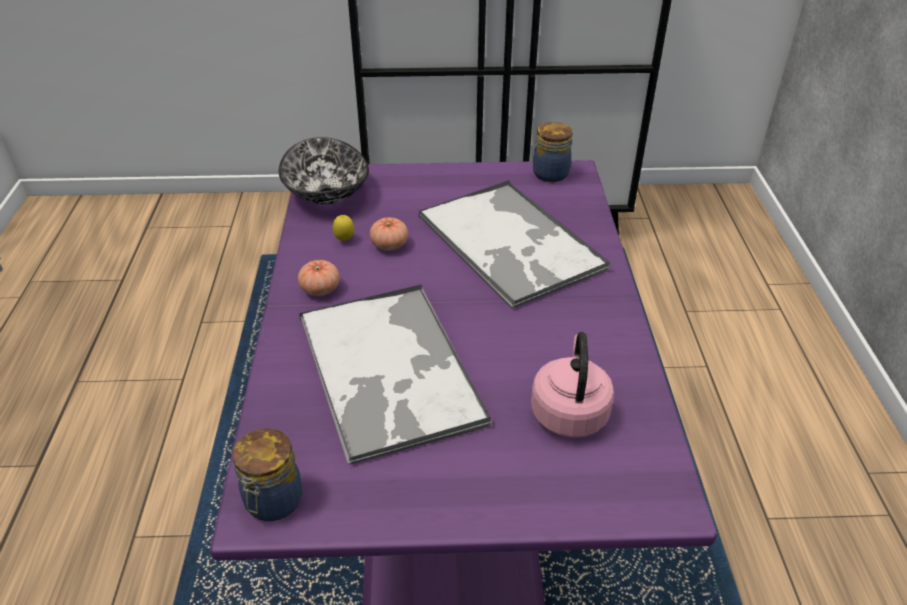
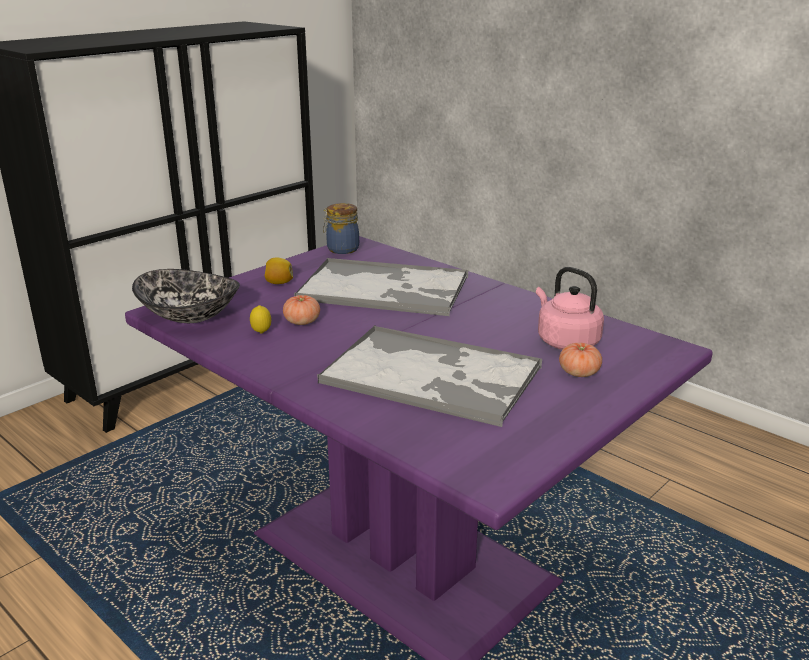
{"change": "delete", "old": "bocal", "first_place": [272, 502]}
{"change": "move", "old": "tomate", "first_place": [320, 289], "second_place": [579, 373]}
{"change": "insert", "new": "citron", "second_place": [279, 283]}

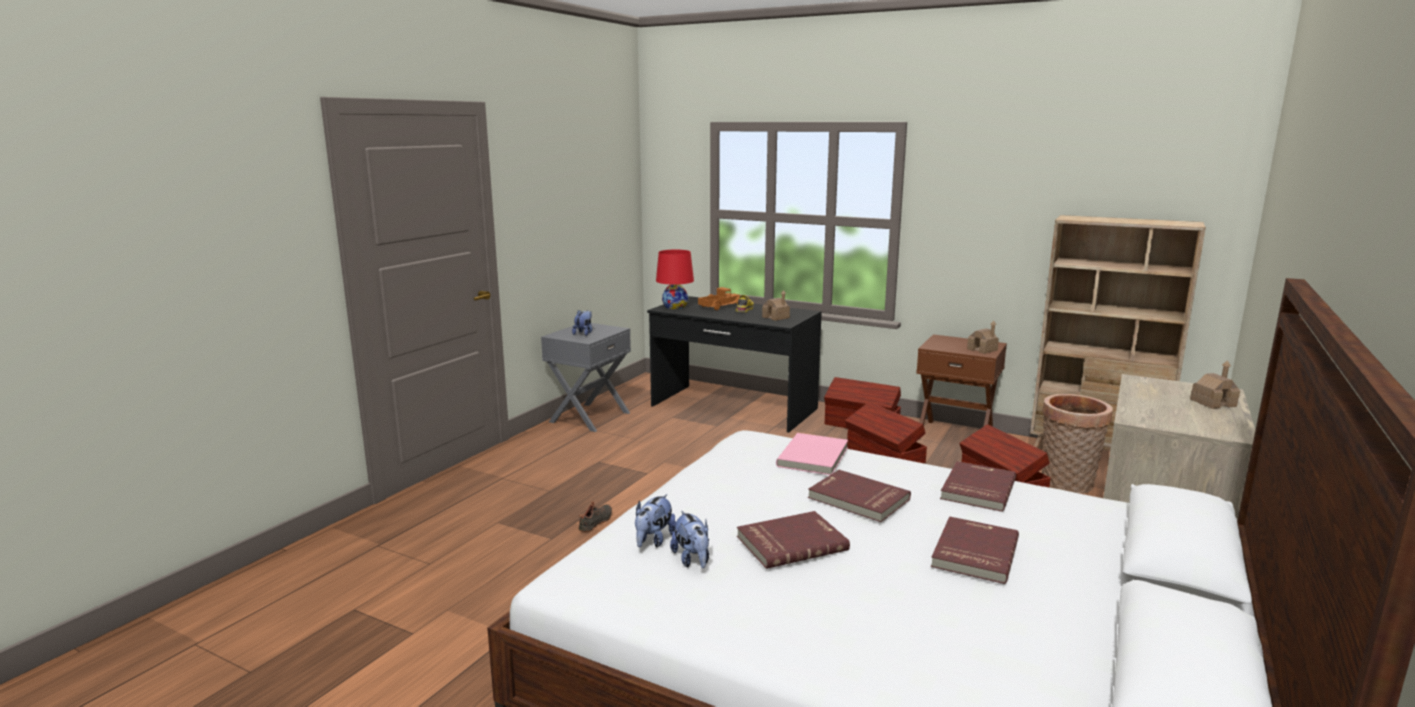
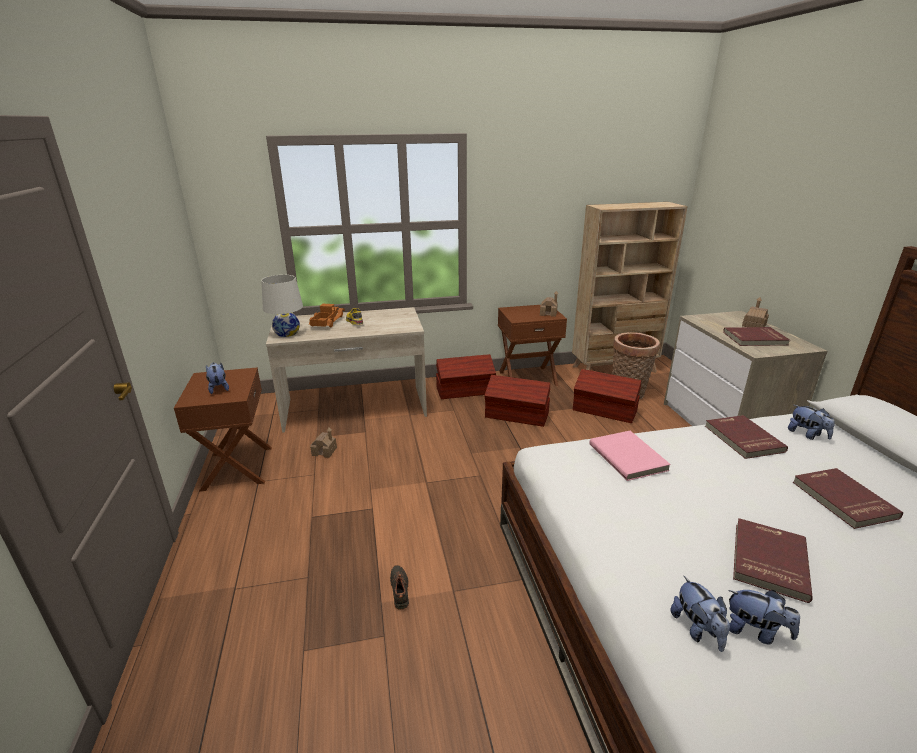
{"change": "recolor", "old": "table de chevet (gris)", "new": "table de chevet (marron)", "first_place": [589, 417], "second_place": [236, 468]}
{"change": "recolor", "old": "bureau (noir)", "new": "bureau (beige)", "first_place": [733, 407], "second_place": [355, 408]}
{"change": "recolor", "old": "lampe de table (rouge)", "new": "lampe de table (blanc)", "first_place": [675, 307], "second_place": [287, 333]}
{"change": "move", "old": "maison miniature", "first_place": [776, 317], "second_place": [324, 451]}
{"change": "move", "old": "livre (rouge)", "first_place": [857, 499], "second_place": [755, 339]}
{"change": "insert", "new": "peluche", "second_place": [807, 434]}

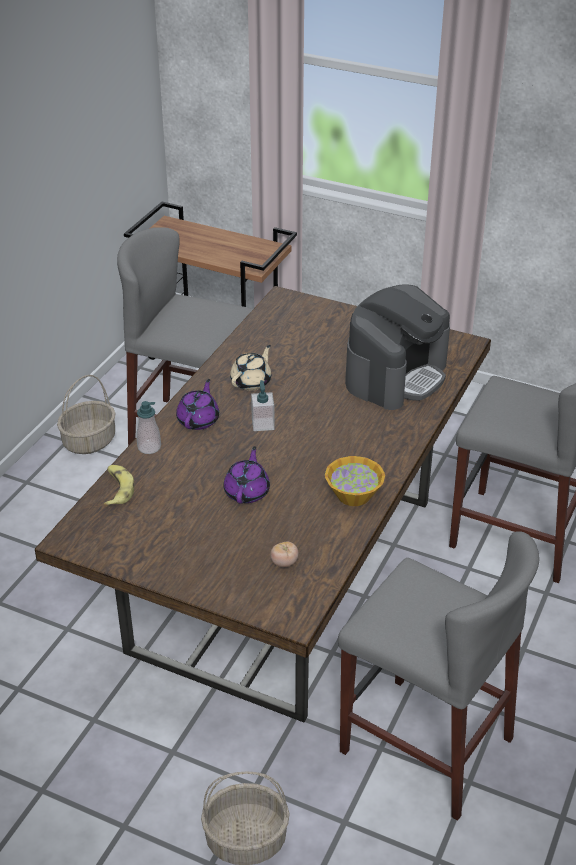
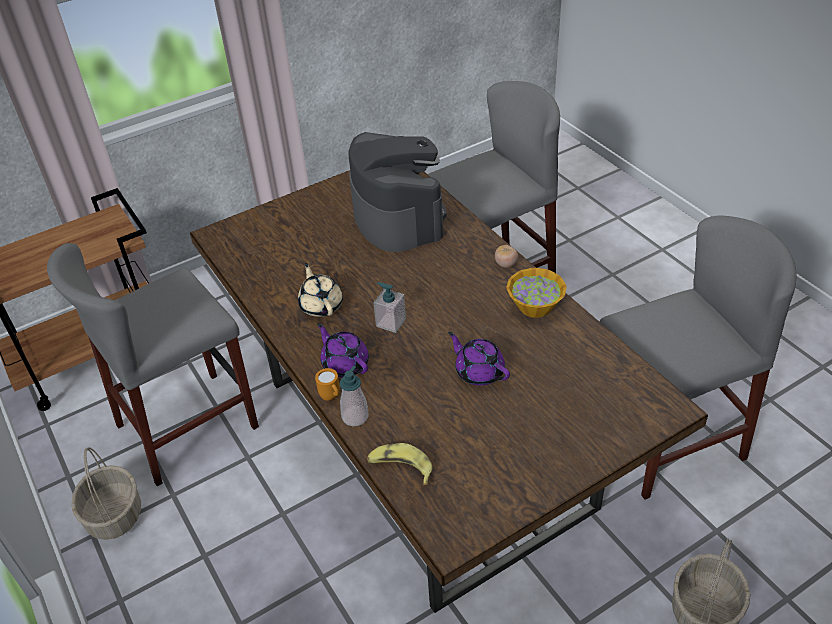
{"change": "move", "old": "tomate", "first_place": [284, 563], "second_place": [506, 264]}
{"change": "insert", "new": "mug (orange)", "second_place": [331, 397]}

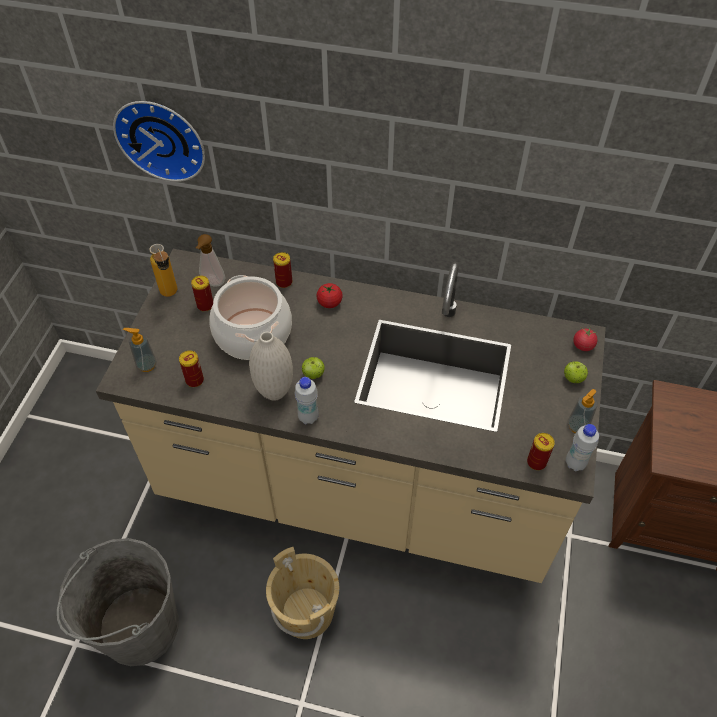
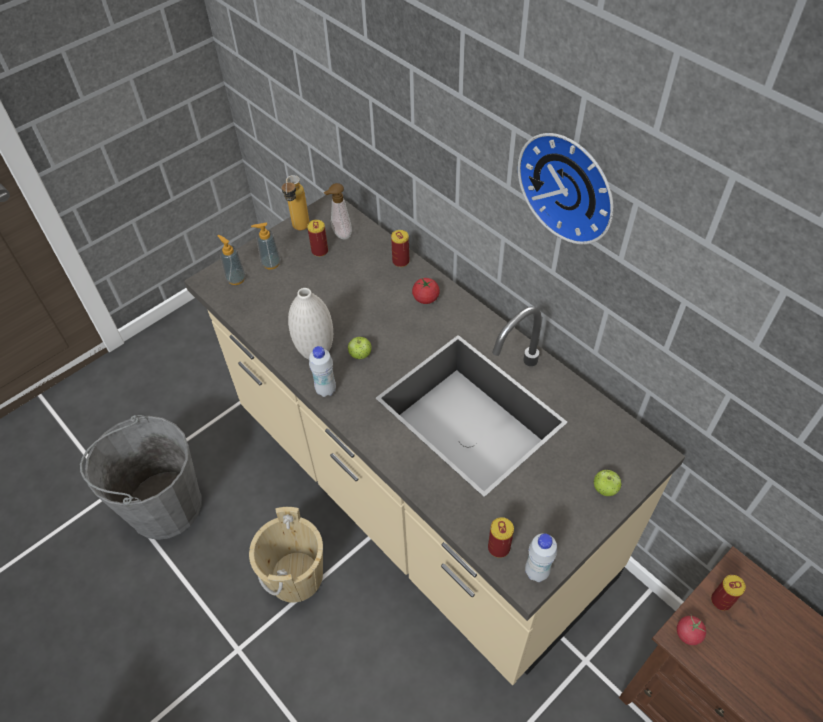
{"change": "move", "old": "horloge murale", "first_place": [162, 137], "second_place": [570, 185]}
{"change": "move", "old": "boîte métallique", "first_place": [194, 380], "second_place": [721, 600]}
{"change": "delete", "old": "marmite", "first_place": [253, 334]}
{"change": "move", "old": "distributeur de savon", "first_place": [577, 426], "second_place": [271, 263]}
{"change": "move", "old": "tomate", "first_place": [583, 345], "second_place": [688, 634]}

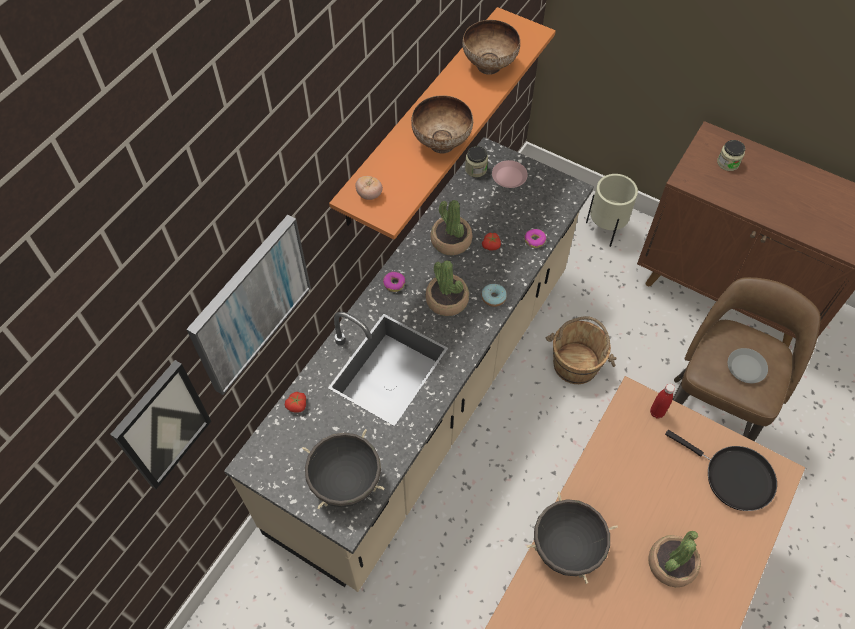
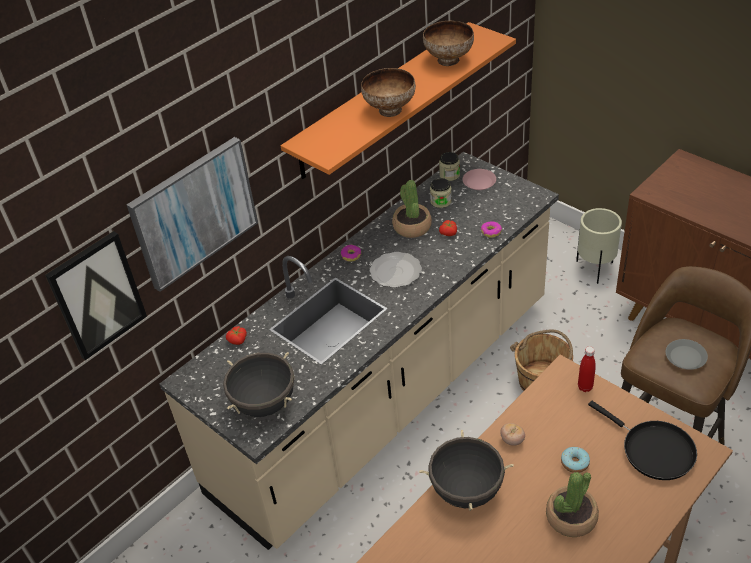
{"change": "move", "old": "tomate", "first_place": [369, 195], "second_place": [512, 440]}
{"change": "replace", "old": "plante en pot", "new": "assiette", "first_place": [447, 300], "second_place": [396, 271]}
{"change": "move", "old": "beignet", "first_place": [493, 298], "second_place": [574, 463]}
{"change": "move", "old": "bocal", "first_place": [728, 163], "second_place": [441, 201]}

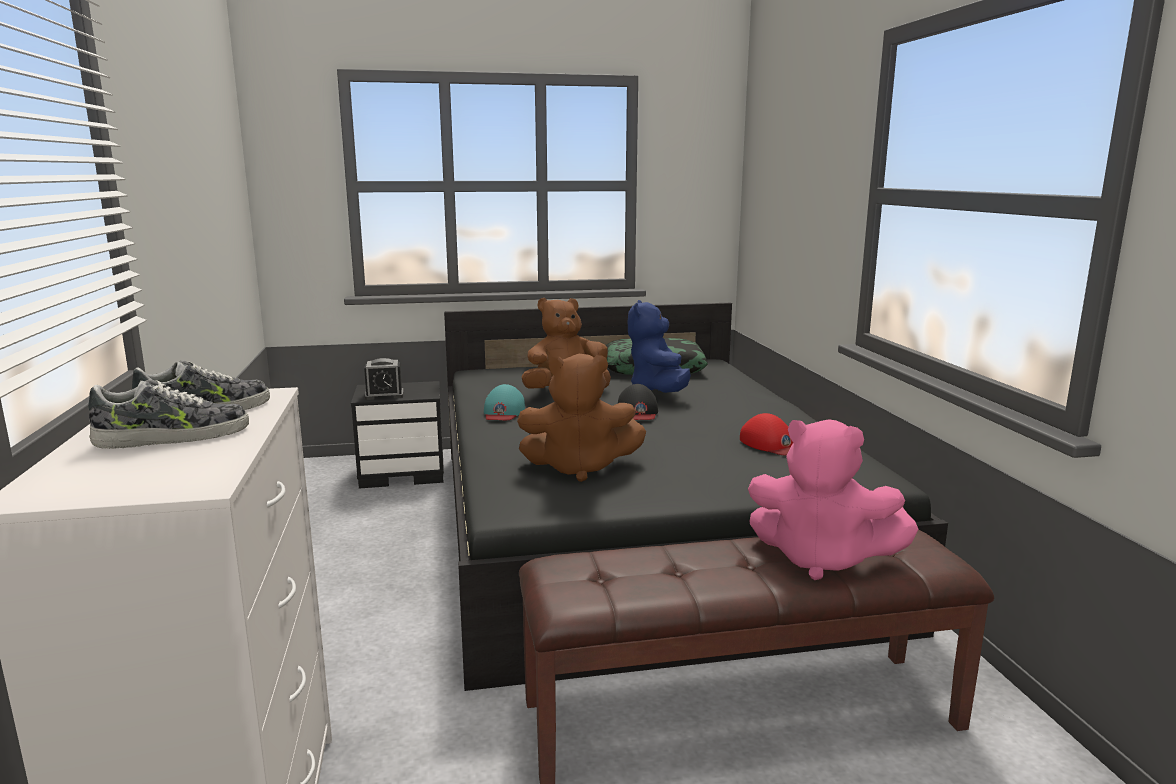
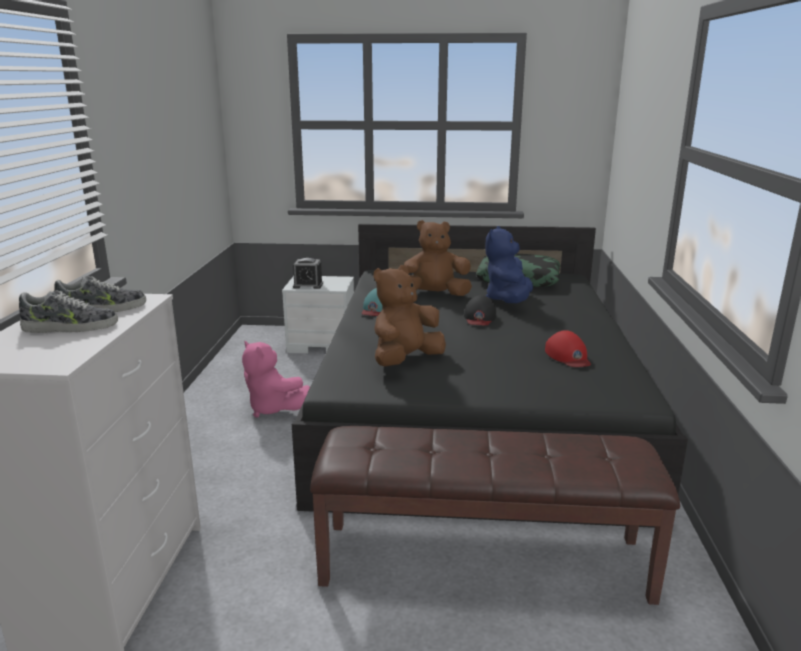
{"change": "recolor", "old": "table de chevet (noir)", "new": "table de chevet (blanc)", "first_place": [404, 472], "second_place": [322, 343]}
{"change": "rotate", "old": "peluche (marron)", "first_place": [579, 468], "second_place": [405, 360], "degrees": 120}
{"change": "move", "old": "peluche (rose)", "first_place": [821, 559], "second_place": [273, 409]}

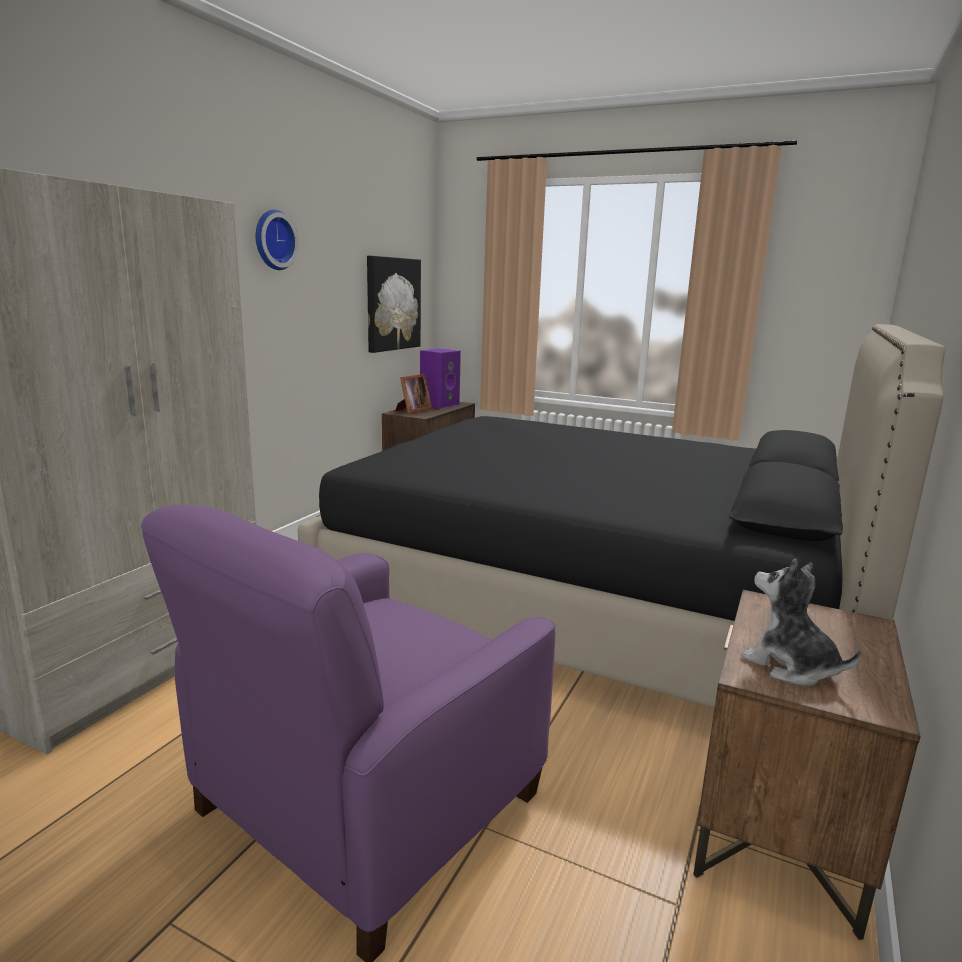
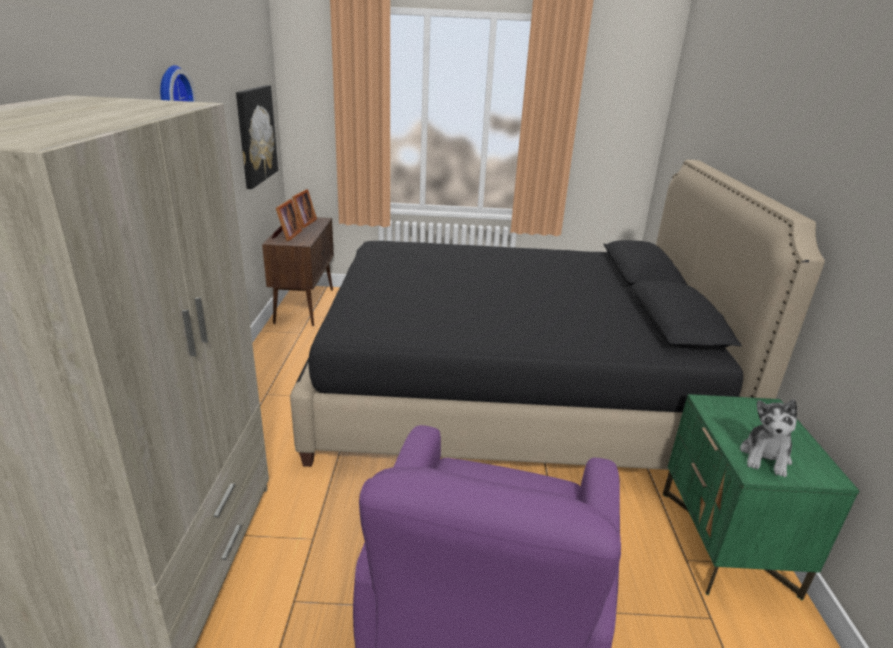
{"change": "replace", "old": "enceinte (violet)", "new": "cadre photo", "first_place": [439, 404], "second_place": [302, 223]}
{"change": "recolor", "old": "table de chevet (marron)", "new": "table de chevet (vert)", "first_place": [780, 829], "second_place": [726, 542]}
{"change": "rotate", "old": "peluche", "first_place": [790, 666], "second_place": [765, 457], "degrees": -90}

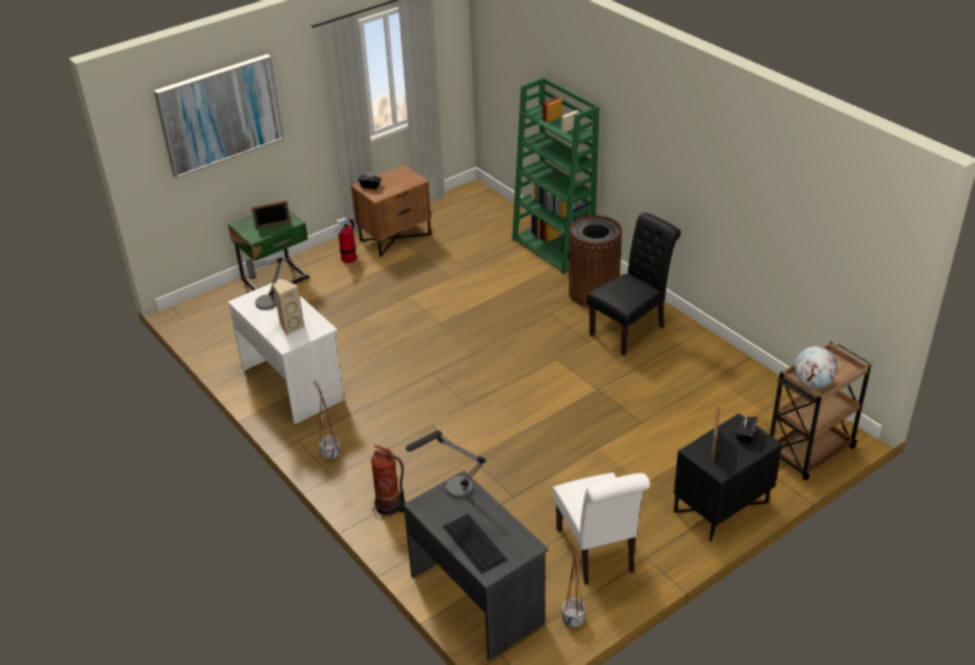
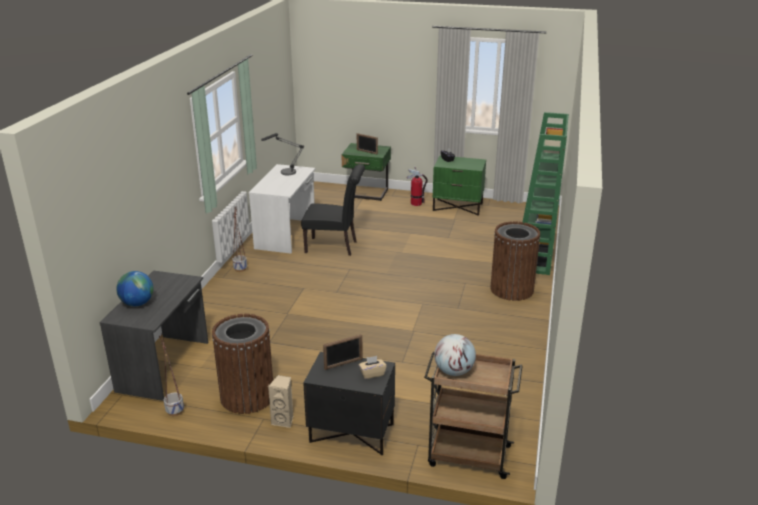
{"change": "delete", "old": "tableau", "first_place": [220, 114]}
{"change": "move", "old": "enceinte (beige)", "first_place": [291, 326], "second_place": [284, 420]}
{"change": "recolor", "old": "table de chevet (marron)", "new": "table de chevet (vert)", "first_place": [395, 237], "second_place": [458, 207]}
{"change": "delete", "old": "extincteur", "first_place": [389, 506]}
{"change": "delete", "old": "lampe de table", "first_place": [451, 490]}
{"change": "replace", "old": "clavier", "new": "globe", "first_place": [473, 542], "second_place": [137, 303]}
{"change": "replace", "old": "chaise (blanc)", "new": "poubelle (marron)", "first_place": [598, 554], "second_place": [247, 396]}
{"change": "move", "old": "chaise (noir)", "first_place": [631, 329], "second_place": [334, 247]}
{"change": "recolor", "old": "boîte à mouchoirs (noir)", "new": "boîte à mouchoirs (beige)", "first_place": [745, 434], "second_place": [372, 374]}

